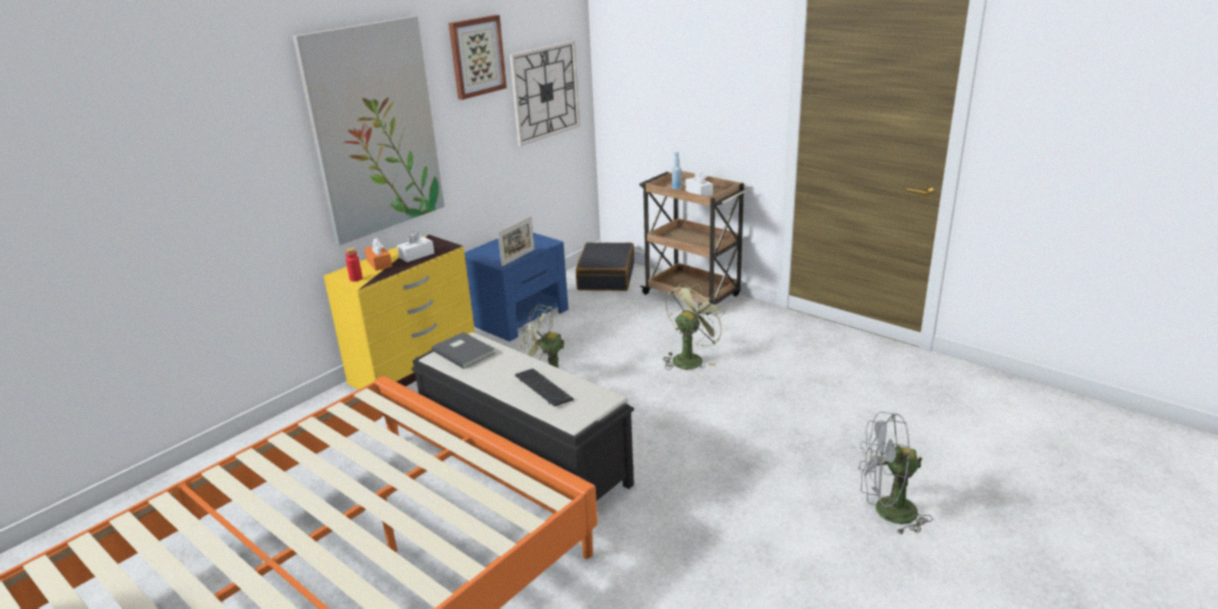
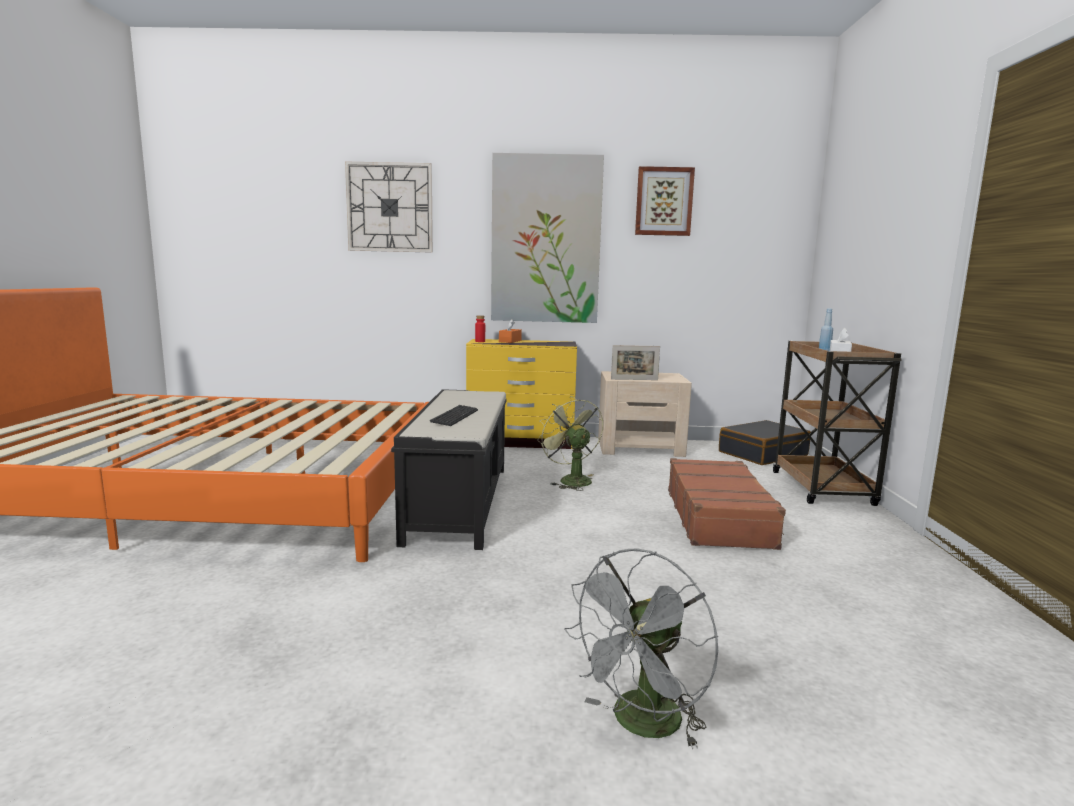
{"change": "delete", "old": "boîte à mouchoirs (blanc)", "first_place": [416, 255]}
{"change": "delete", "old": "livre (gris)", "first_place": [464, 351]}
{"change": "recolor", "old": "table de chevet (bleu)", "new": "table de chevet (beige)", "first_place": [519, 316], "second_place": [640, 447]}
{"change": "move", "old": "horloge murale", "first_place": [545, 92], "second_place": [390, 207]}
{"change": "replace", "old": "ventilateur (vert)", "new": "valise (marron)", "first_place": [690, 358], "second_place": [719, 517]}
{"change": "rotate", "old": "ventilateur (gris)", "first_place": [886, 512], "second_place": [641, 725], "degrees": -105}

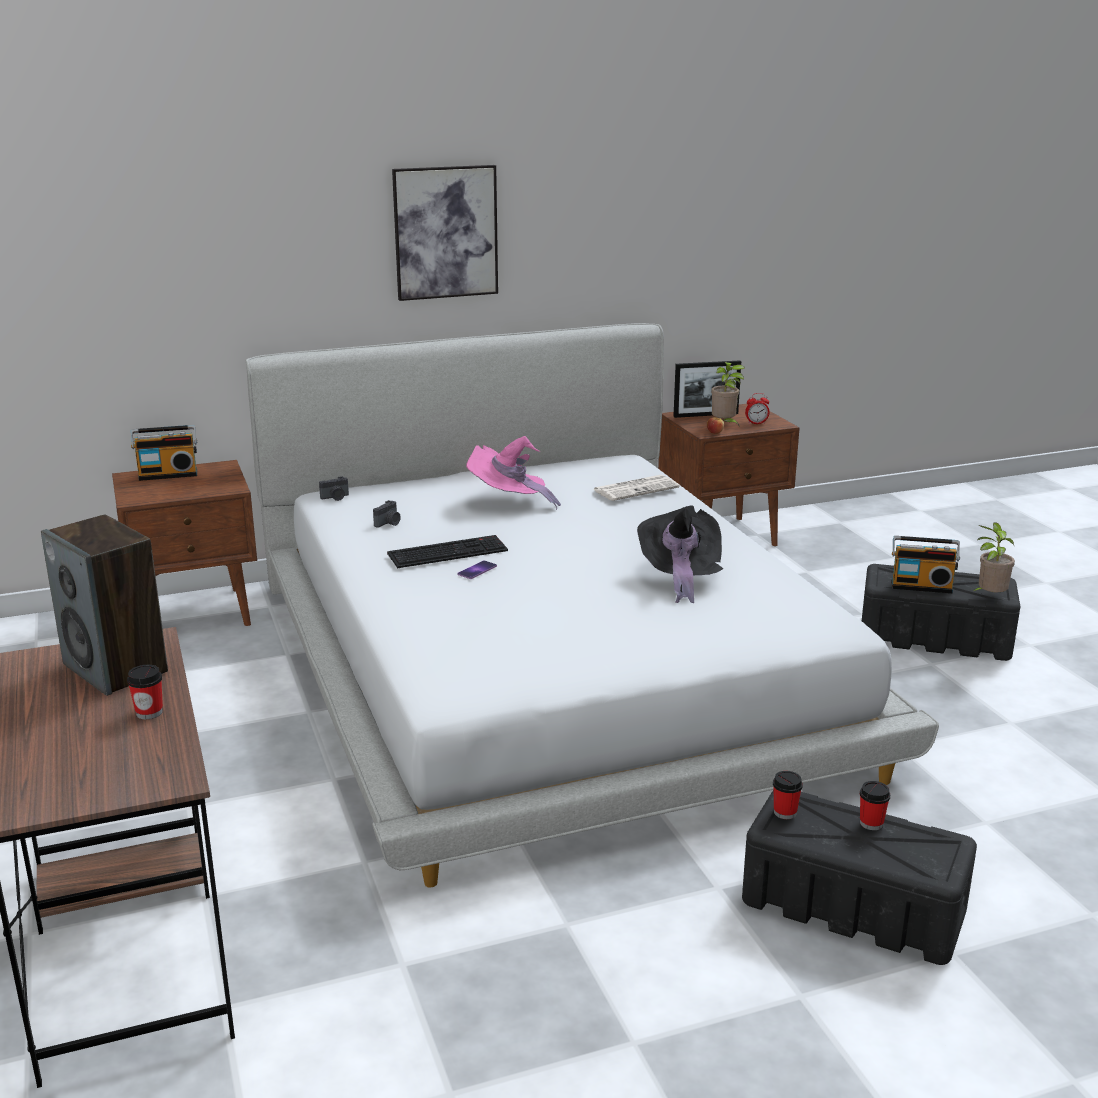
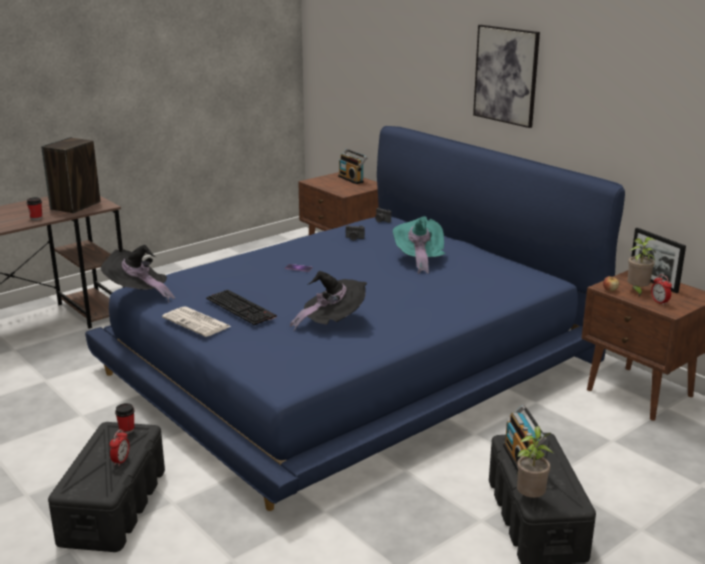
{"change": "recolor", "old": "lit (blanc)", "new": "lit (bleu)", "first_place": [549, 668], "second_place": [352, 363]}
{"change": "move", "old": "clavier", "first_place": [448, 551], "second_place": [242, 307]}
{"change": "recolor", "old": "chapeau (rose)", "new": "chapeau (turquoise)", "first_place": [509, 502], "second_place": [419, 259]}
{"change": "move", "old": "journal", "first_place": [636, 489], "second_place": [197, 322]}
{"change": "replace", "old": "tasse", "new": "réveil", "first_place": [871, 823], "second_place": [121, 461]}
{"change": "insert", "new": "chapeau (noir)", "second_place": [138, 294]}

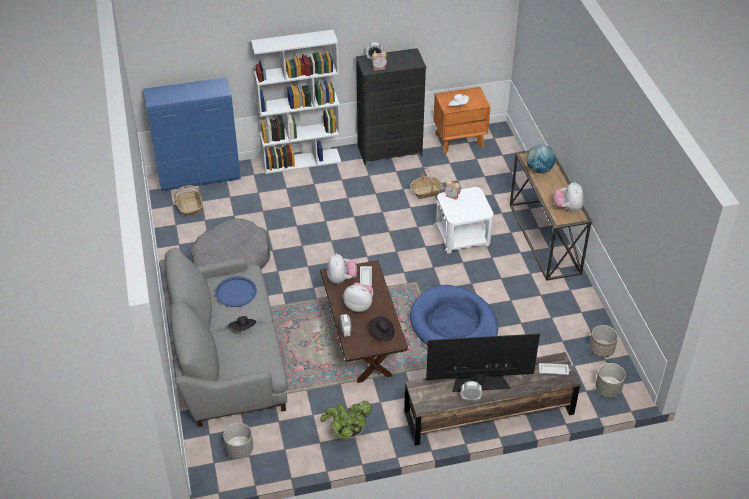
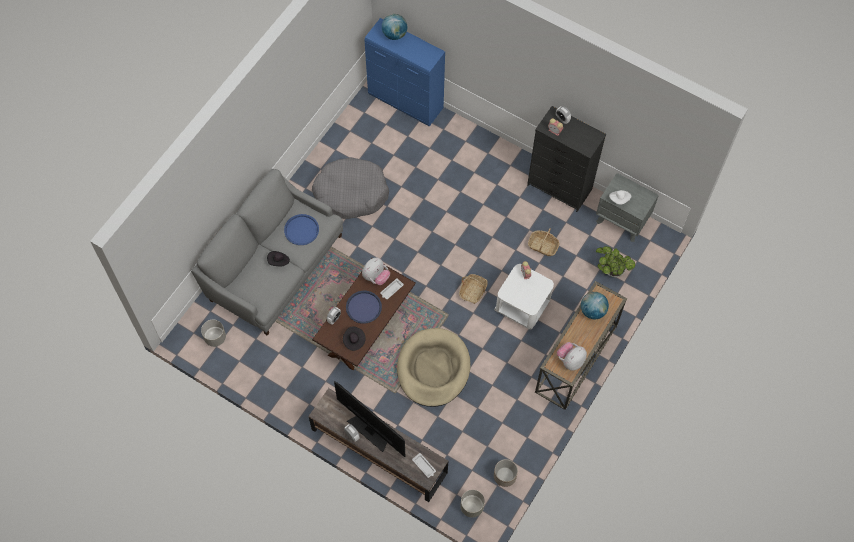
{"change": "move", "old": "panier", "first_place": [189, 207], "second_place": [473, 291]}
{"change": "delete", "old": "bibliothèque (blanc)", "first_place": [301, 161]}
{"change": "move", "old": "plante en pot", "first_place": [347, 433], "second_place": [611, 270]}
{"change": "replace", "old": "peluche", "new": "plateau (bleu)", "first_place": [359, 305], "second_place": [363, 307]}
{"change": "recolor", "old": "panier pour chien (bleu)", "new": "panier pour chien (beige)", "first_place": [453, 324], "second_place": [433, 369]}
{"change": "recolor", "old": "table de chevet (orange)", "new": "table de chevet (gris)", "first_place": [459, 140], "second_place": [622, 220]}
{"change": "insert", "new": "globe", "second_place": [394, 34]}

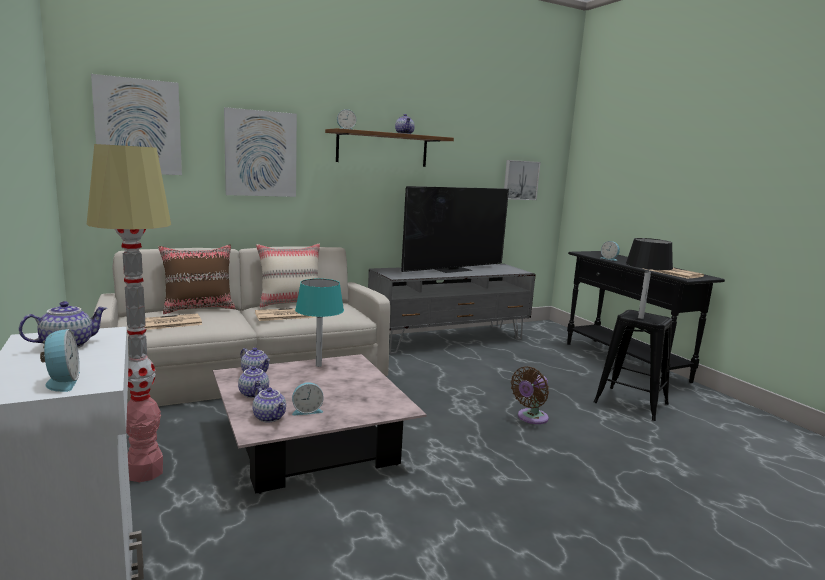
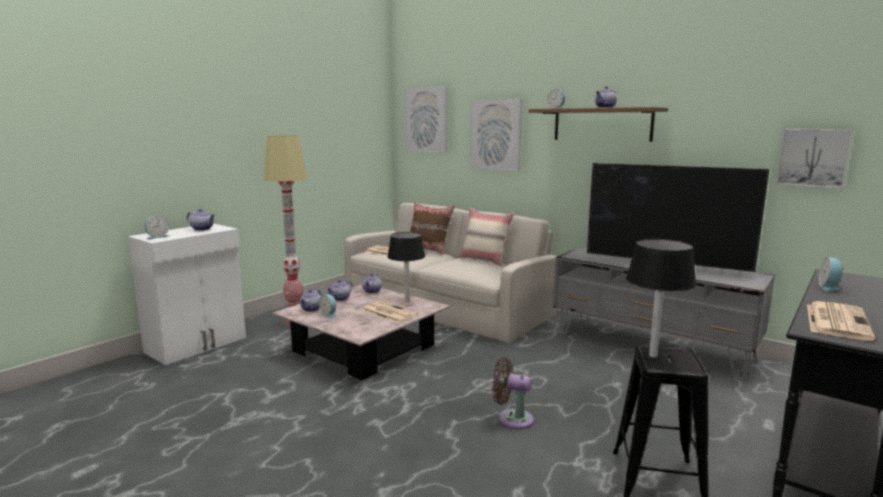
{"change": "move", "old": "journal", "first_place": [284, 315], "second_place": [388, 312]}
{"change": "recolor", "old": "lampe de table (turquoise)", "new": "lampe de table (noir)", "first_place": [318, 365], "second_place": [407, 300]}

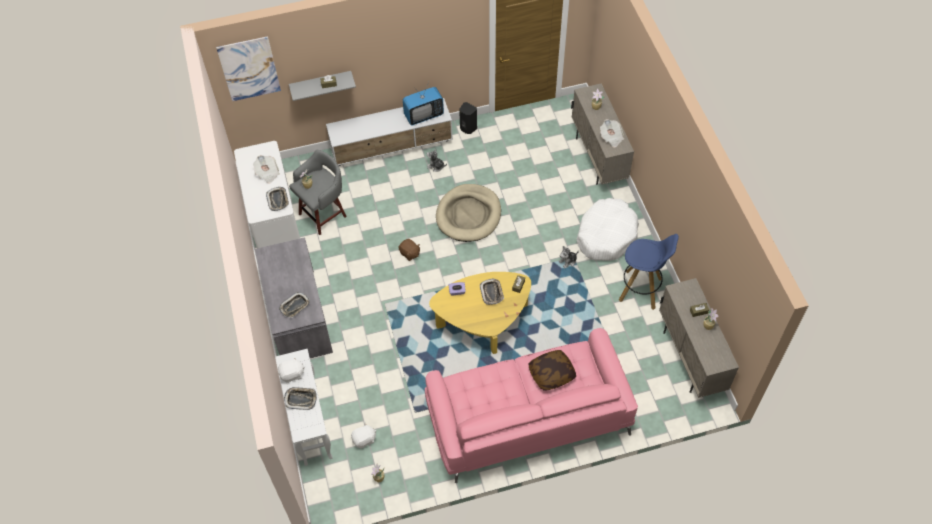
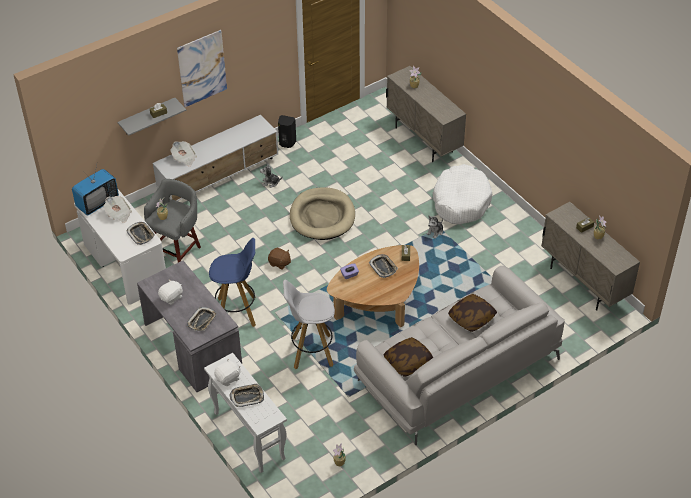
{"change": "move", "old": "tableau", "first_place": [249, 69], "second_place": [202, 68]}
{"change": "move", "old": "peluche (blanc)", "first_place": [364, 439], "second_place": [171, 297]}
{"change": "move", "old": "téléviseur", "first_place": [423, 115], "second_place": [97, 203]}
{"change": "recolor", "old": "canapé (rose)", "new": "canapé (gris)", "first_place": [527, 416], "second_place": [457, 370]}
{"change": "recolor", "old": "table basse (jaune)", "new": "table basse (marron)", "first_place": [483, 320], "second_place": [378, 301]}
{"change": "move", "old": "journal", "first_place": [611, 138], "second_place": [184, 158]}
{"change": "move", "old": "tabouret (bleu)", "first_place": [641, 290], "second_place": [237, 312]}
{"change": "insert", "new": "tabouret (blanc)", "second_place": [311, 351]}
{"change": "insert", "new": "coussin", "second_place": [408, 362]}

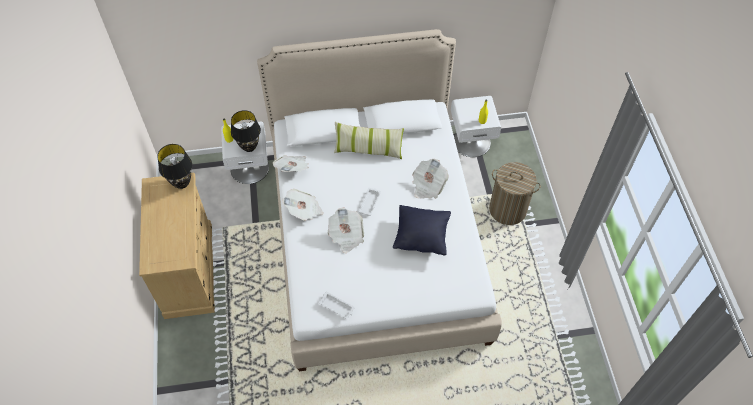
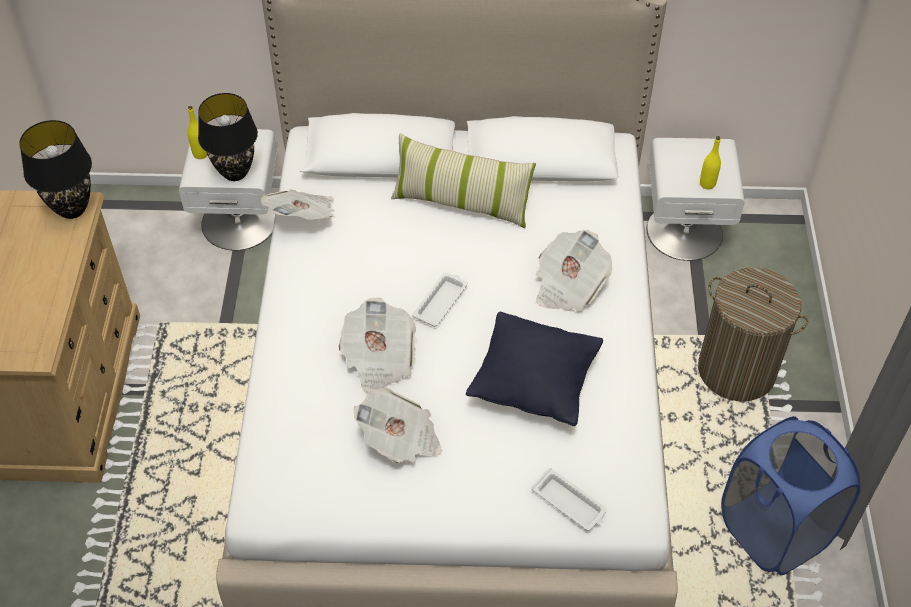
{"change": "move", "old": "journal", "first_place": [304, 210], "second_place": [400, 439]}
{"change": "move", "old": "plateau (blanc)", "first_place": [337, 306], "second_place": [570, 503]}
{"change": "insert", "new": "panier à linge (bleu)", "second_place": [773, 530]}

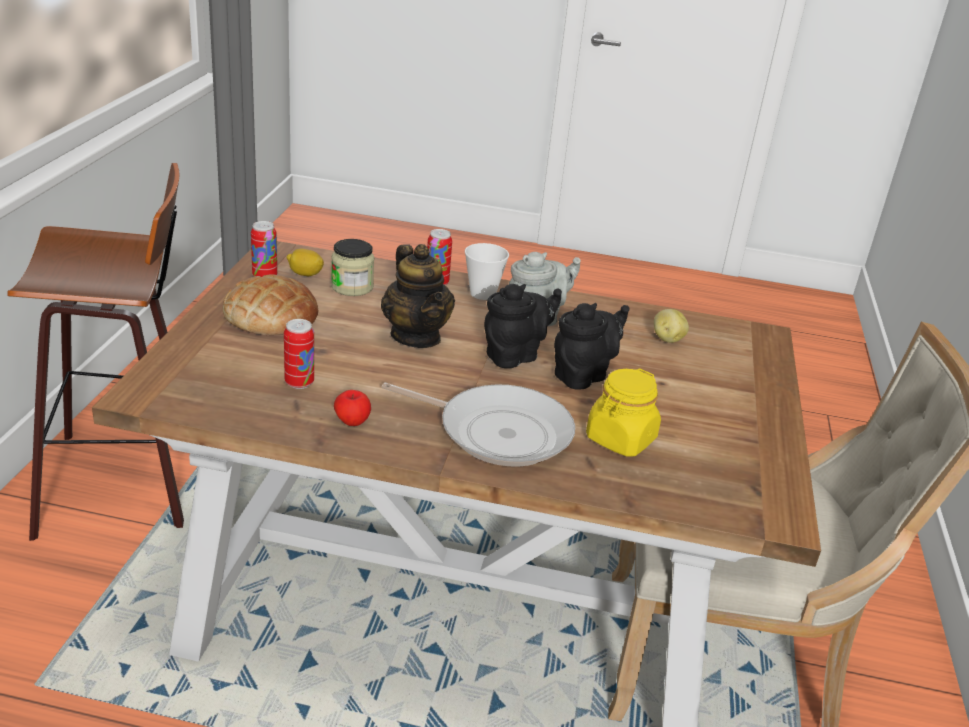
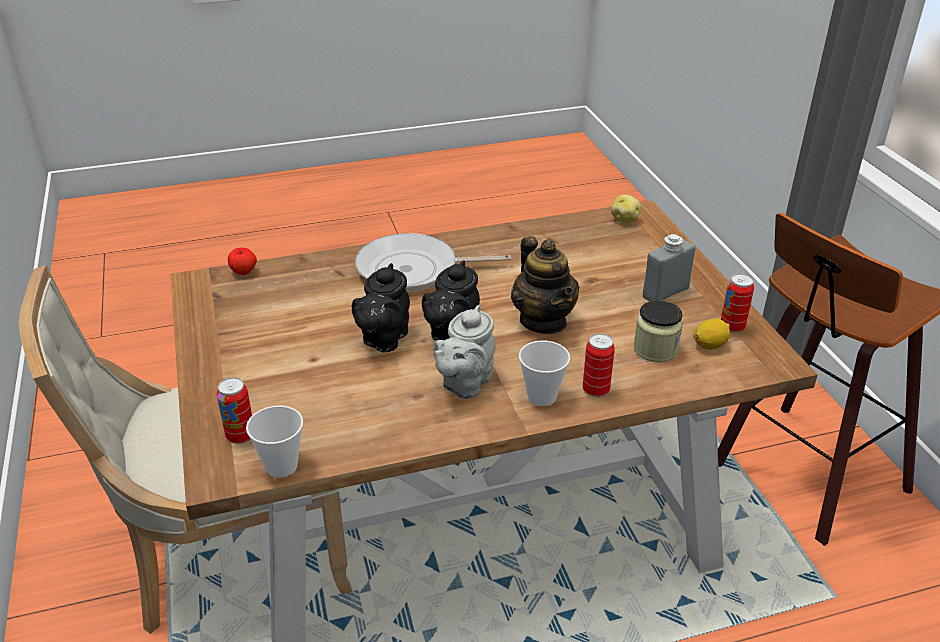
{"change": "replace", "old": "pain", "new": "bouteille (gris)", "first_place": [271, 315], "second_place": [665, 293]}
{"change": "move", "old": "boîte métallique", "first_place": [299, 383], "second_place": [240, 436]}
{"change": "move", "old": "pomme", "first_place": [352, 422], "second_place": [243, 272]}
{"change": "rotate", "old": "théière", "first_place": [416, 336], "second_place": [543, 321], "degrees": -150}
{"change": "delete", "old": "bocal (jaune)", "first_place": [620, 439]}
{"change": "move", "old": "pomme de terre", "first_place": [667, 339], "second_place": [625, 219]}
{"change": "insert", "new": "tasse", "second_place": [281, 466]}

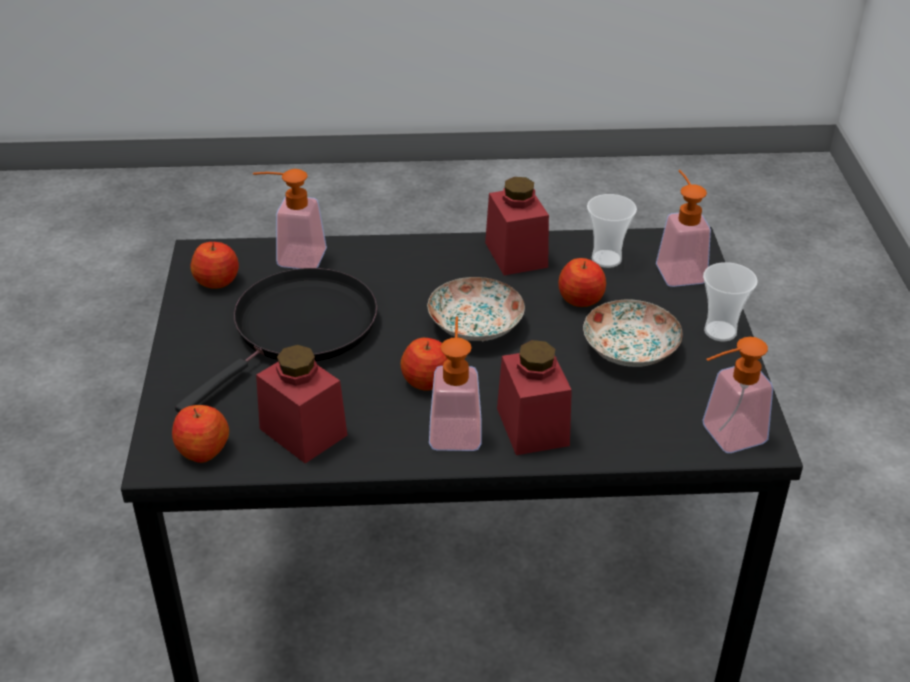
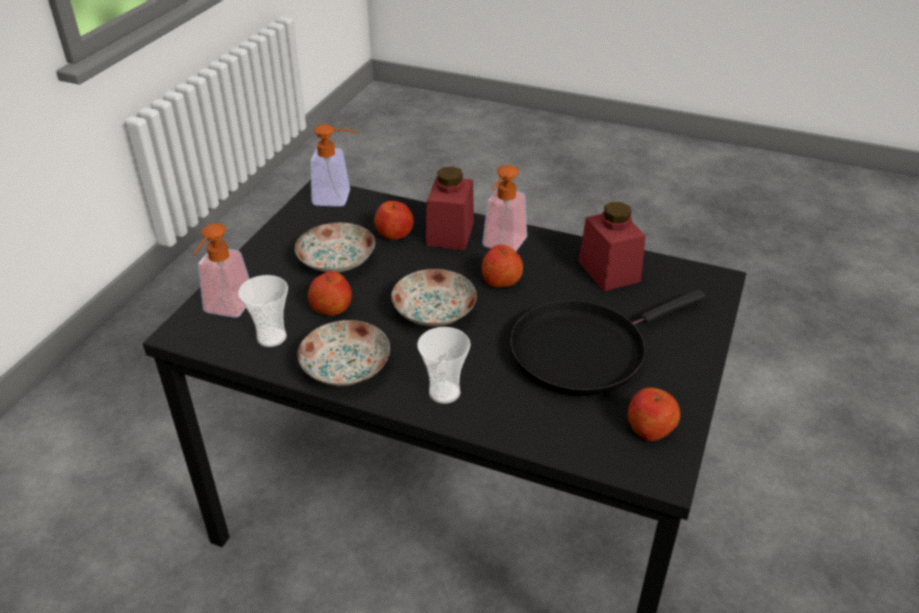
{"change": "move", "old": "pomme", "first_place": [202, 449], "second_place": [395, 234]}
{"change": "delete", "old": "distributeur de savon", "first_place": [292, 257]}
{"change": "replace", "old": "bocal (rouge)", "new": "assiette", "first_place": [516, 255], "second_place": [345, 367]}
{"change": "move", "old": "tasse", "first_place": [720, 331], "second_place": [444, 392]}

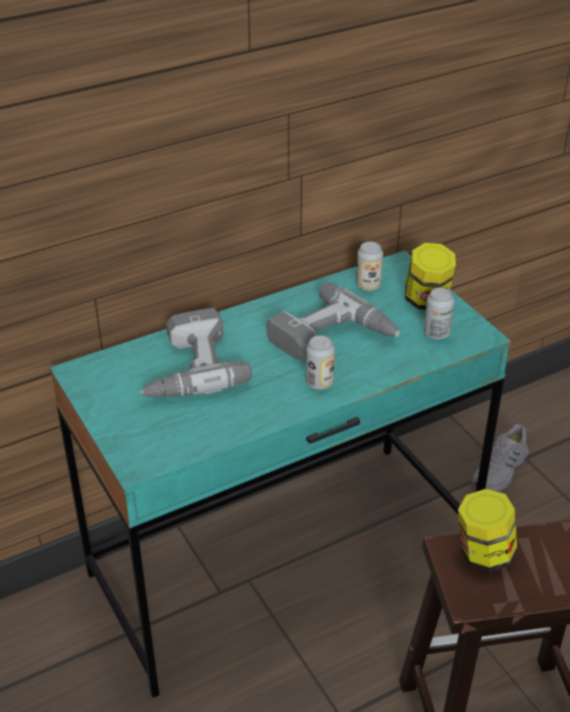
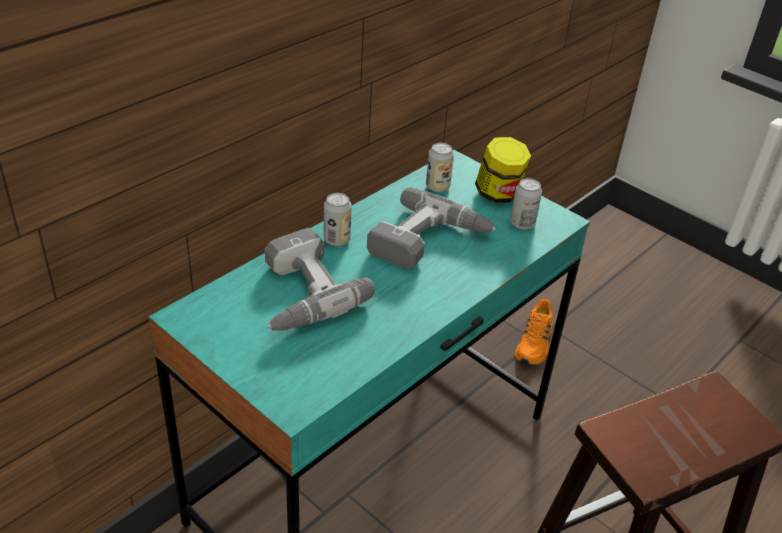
{"change": "move", "old": "boîte métallique", "first_place": [319, 382], "second_place": [336, 239]}
{"change": "delete", "old": "bocal", "first_place": [483, 554]}
{"change": "recolor", "old": "chaussure (gris)", "new": "chaussure (orange)", "first_place": [501, 470], "second_place": [535, 343]}

